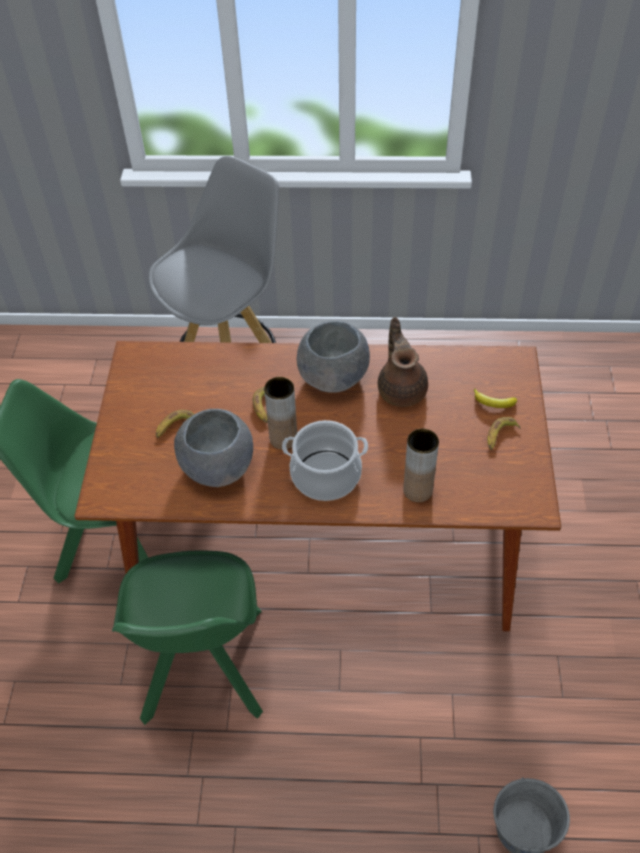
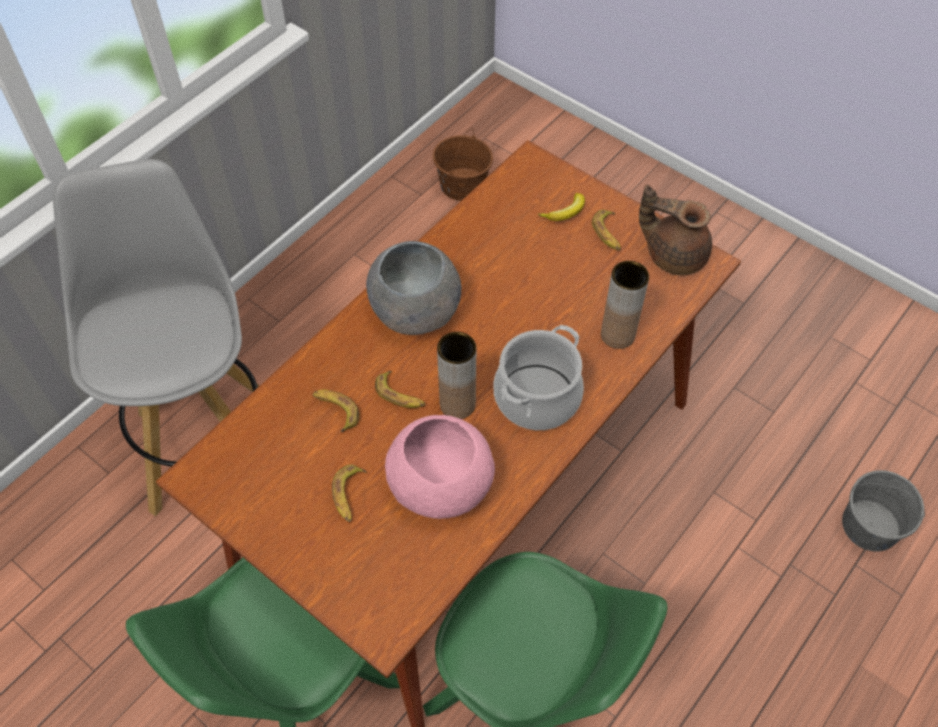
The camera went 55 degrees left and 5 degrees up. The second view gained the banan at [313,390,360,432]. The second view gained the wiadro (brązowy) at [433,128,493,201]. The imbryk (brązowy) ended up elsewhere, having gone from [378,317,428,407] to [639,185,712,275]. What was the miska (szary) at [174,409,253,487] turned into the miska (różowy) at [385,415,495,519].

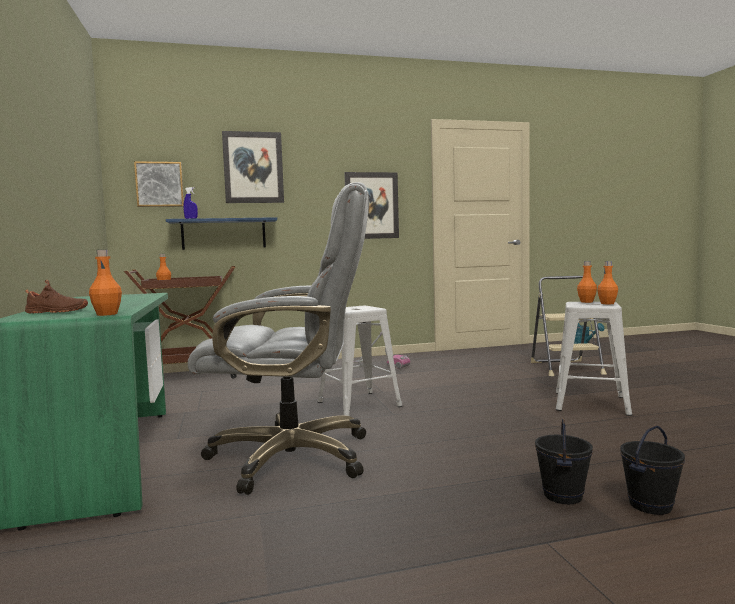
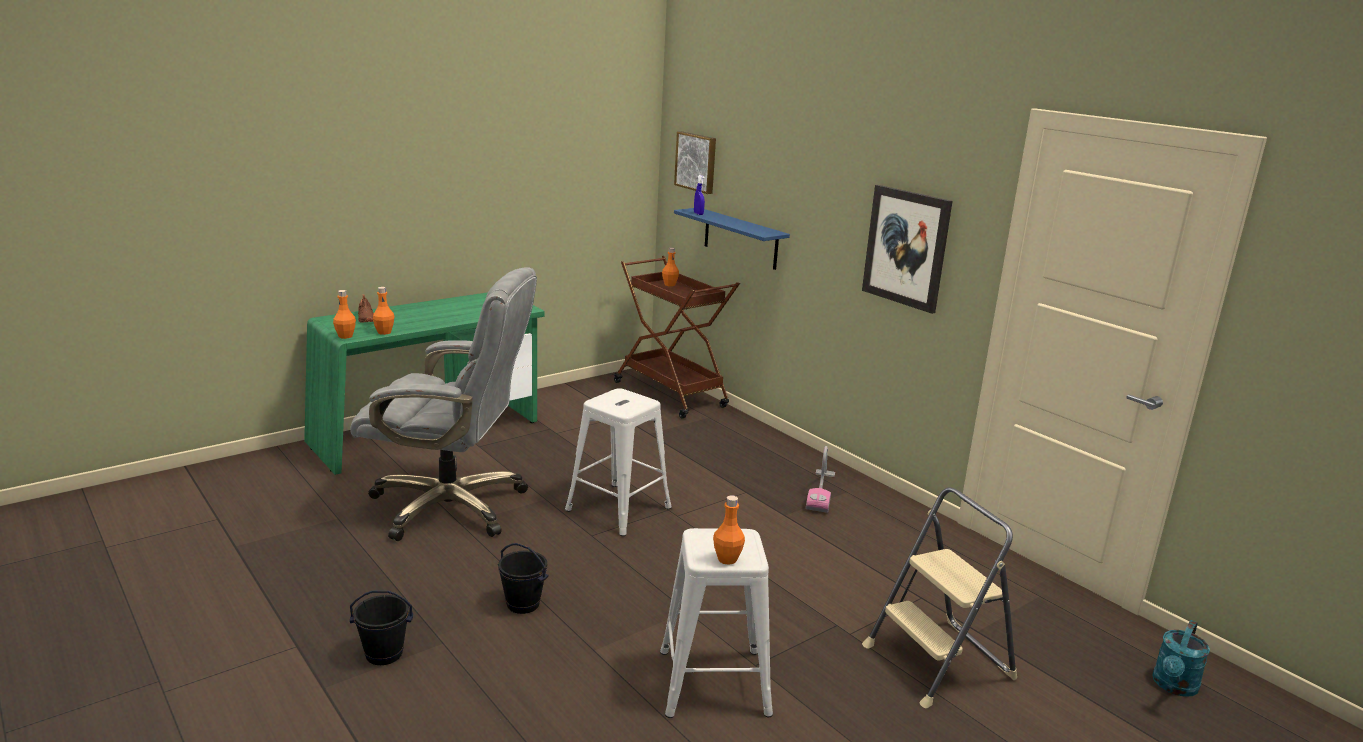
The camera went 65 degrees right and 15 degrees up. The second view lost the obraz at [222,131,284,203]. The butelka (pomarańczowy) ended up elsewhere, having gone from [577,261,597,303] to [373,287,394,335]. The wiadro (czarny) ended up elsewhere, having gone from [620,425,685,515] to [498,543,549,614]. The krzesło biurowe (szary) at [188,182,369,495] ended up facing another way, 60 degrees counterclockwise from before.

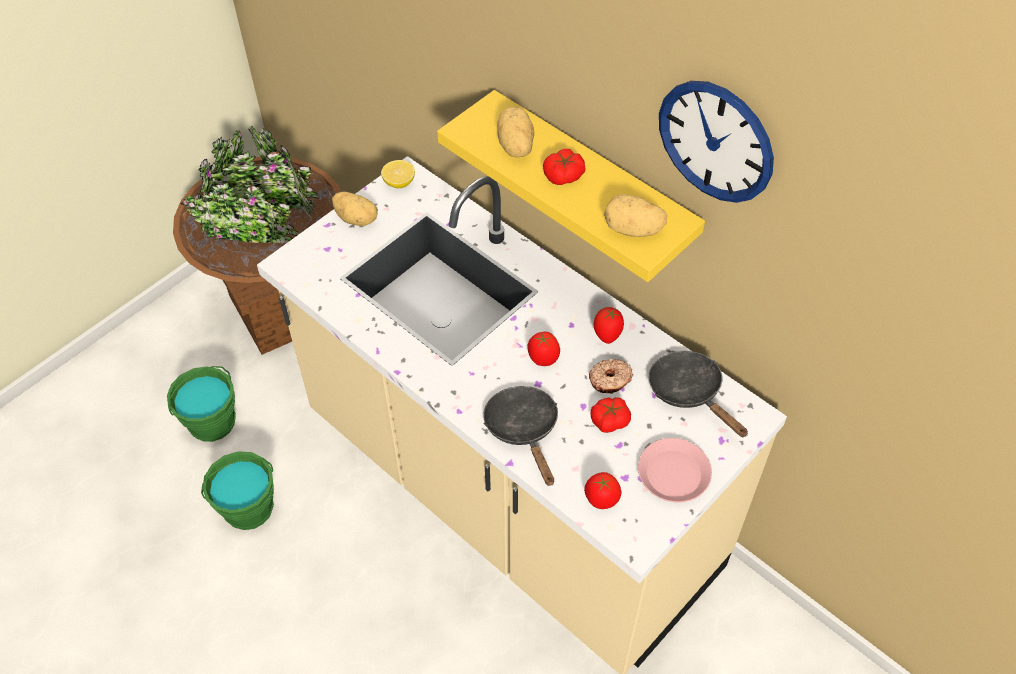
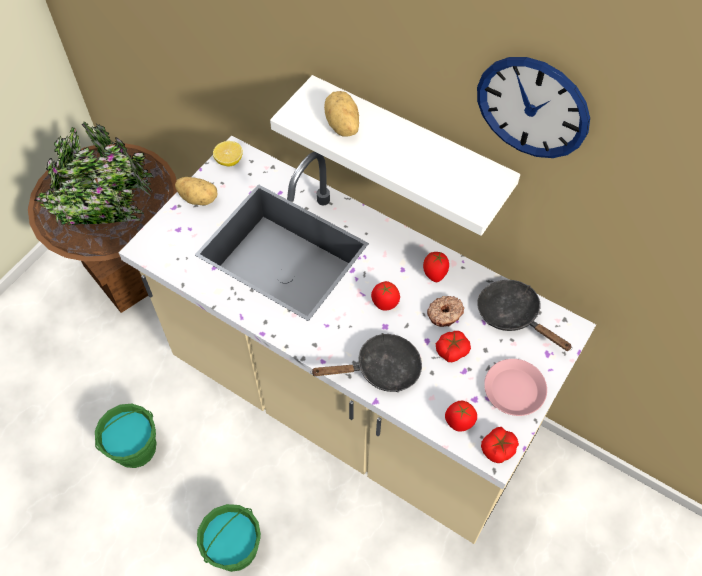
The camera went 10 degrees left and 5 degrees up. The second view lost the ziemniak at [604,194,667,237]. The wiadro (zielony) ended up elsewhere, having gone from [167,366,236,442] to [197,504,261,572]. The pomidor ended up elsewhere, having gone from [543,149,586,185] to [481,427,519,463]. What was the półka (żółty) at [437,90,705,282] turned into the półka (biały) at [270,75,520,236]. The patelnia (czarny) at [483,386,558,486] ended up facing another way, 105 degrees clockwise from before.

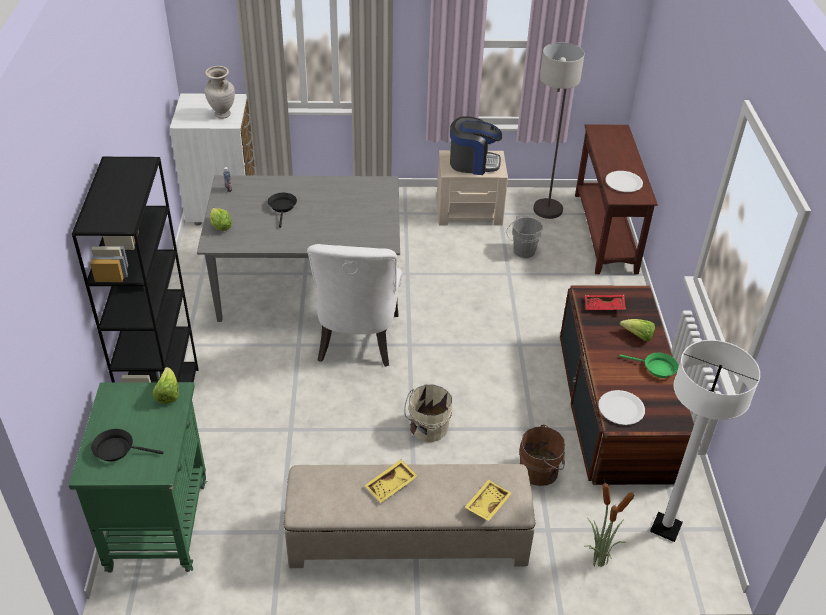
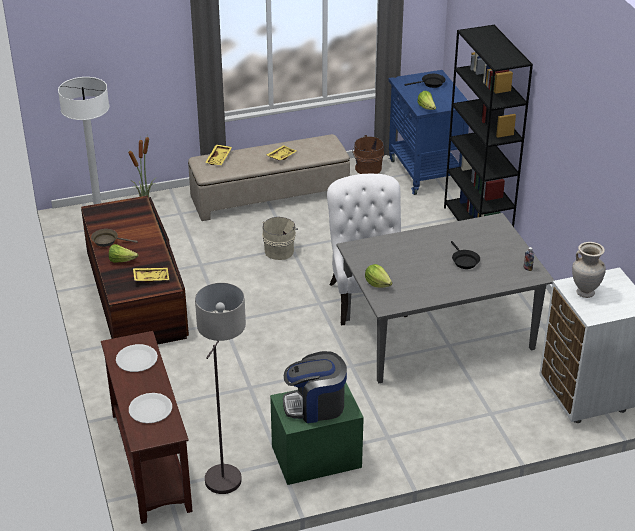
The camera went 165 degrees right and 5 degrees down. The second view lost the wiadro (szary) at [506,215,543,258]. The sałata ended up elsewhere, having gone from [210,208,232,231] to [365,264,392,288]. The wiadro (brązowy) ended up elsewhere, having gone from [519,424,565,486] to [352,135,384,174]. The talerz (biały) ended up elsewhere, having gone from [599,390,645,425] to [129,393,172,423]. What was the wózek (zielony) at [69,382,208,573] turned into the wózek (niebieski) at [388,70,469,195]. What was the szafka nocna (beżowy) at [437,150,508,226] turned into the szafka nocna (zielony) at [270,383,364,485]. What was the taca (czerwony) at [585,295,626,310] turned into the taca (żółty) at [133,268,169,283]. What was the patelnia (zielony) at [619,353,678,378] turned into the patelnia (brązowy) at [91,229,138,247].

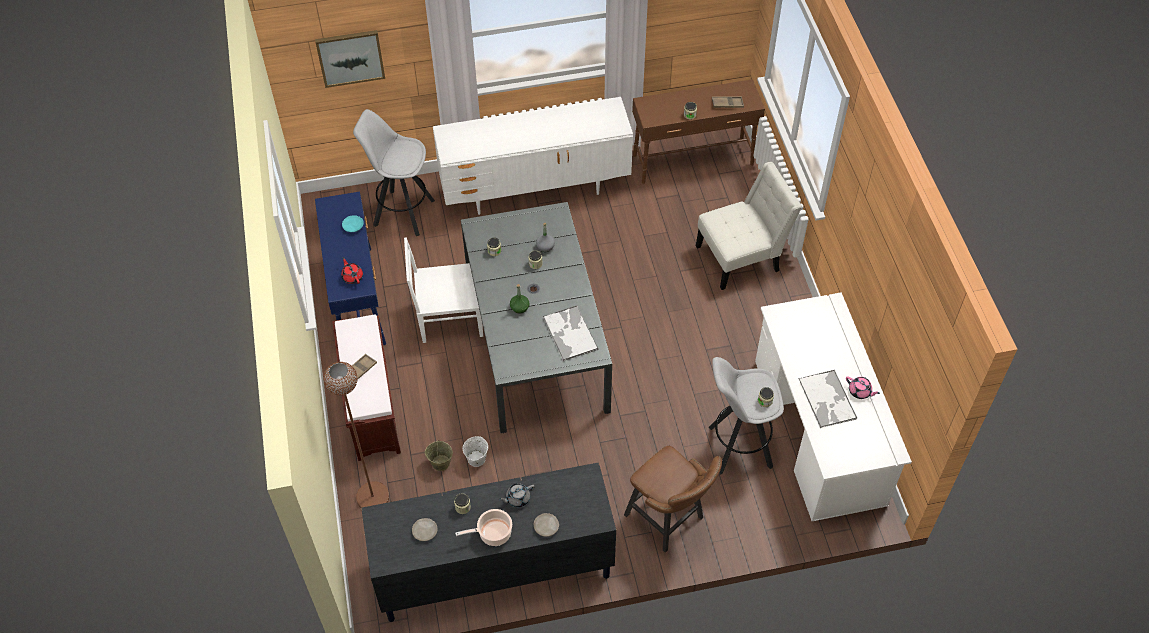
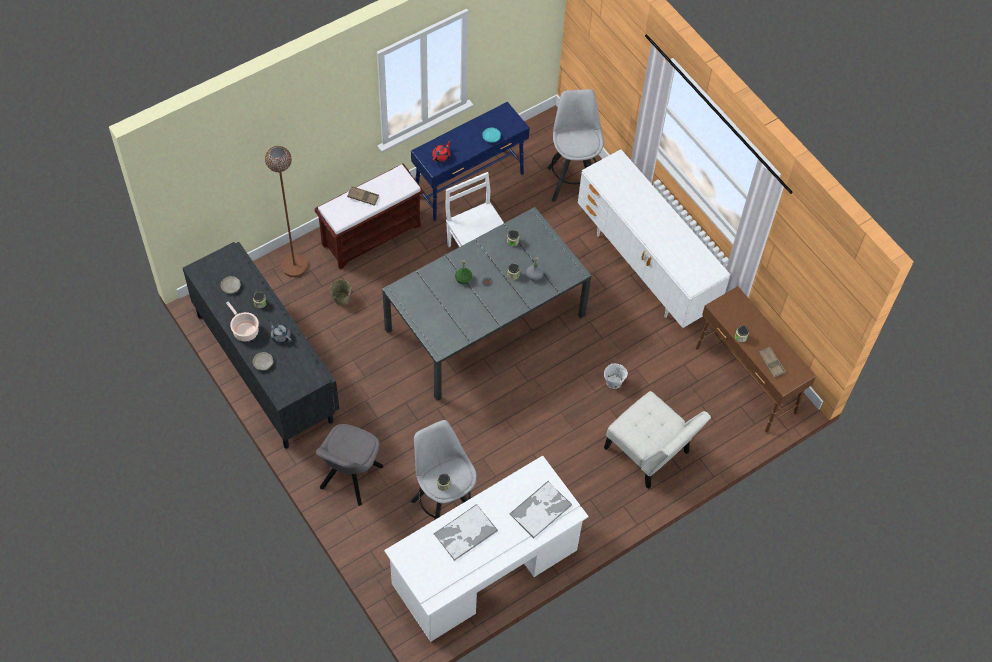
The camera went 65 degrees right and 5 degrees up. The second view lost the obraz at [315,30,385,88]. The second view lost the imbryk (różowy) at [846,376,880,399]. The wiadro (biały) ended up elsewhere, having gone from [462,436,488,467] to [604,363,628,389]. The taca ended up elsewhere, having gone from [543,306,599,361] to [509,481,572,539]. Where the stołek (brązowy) stood at [624,446,722,553], the krzesło (szary) came to stand at [316,424,383,506].

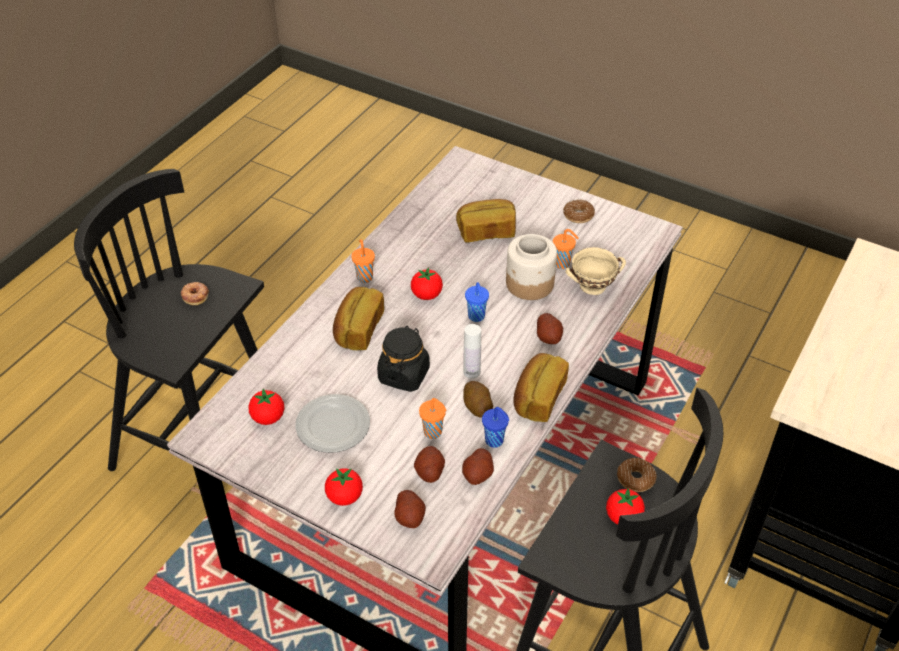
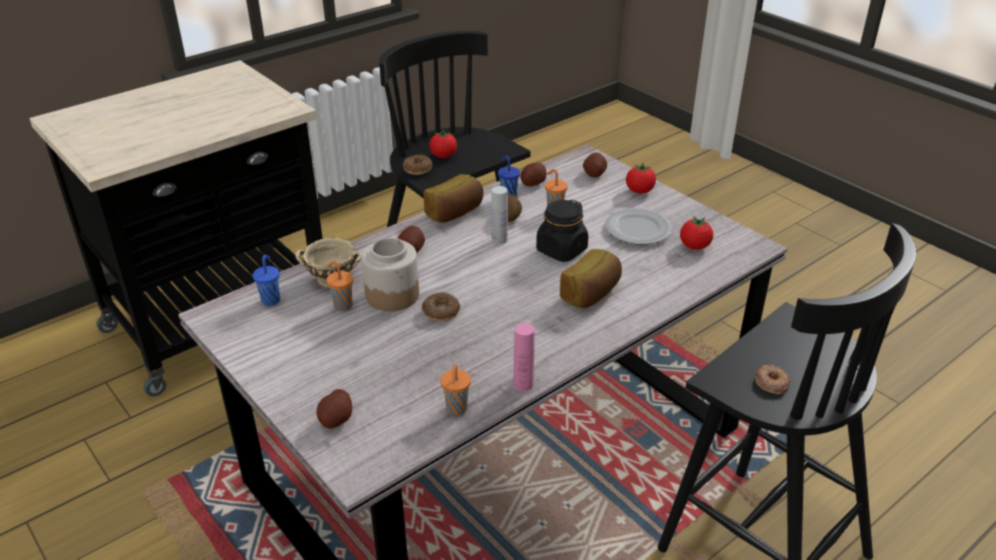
The camera went 160 degrees left and 10 degrees down. The second view lost the pomidor at [411,267,443,300]. The second view lost the chleb at [456,199,516,243]. The second view gained the butelka (różowy) at [514,323,535,391]. The filiżanka (pomarańczowy) ended up elsewhere, having gone from [352,239,375,283] to [441,364,471,416]. The ziemniak ended up elsewhere, having gone from [414,446,445,483] to [316,389,352,428]. The filiżanka (niebieski) ended up elsewhere, having gone from [465,282,489,322] to [253,255,280,306]. The donut ended up elsewhere, having gone from [563,199,595,223] to [422,292,460,322].

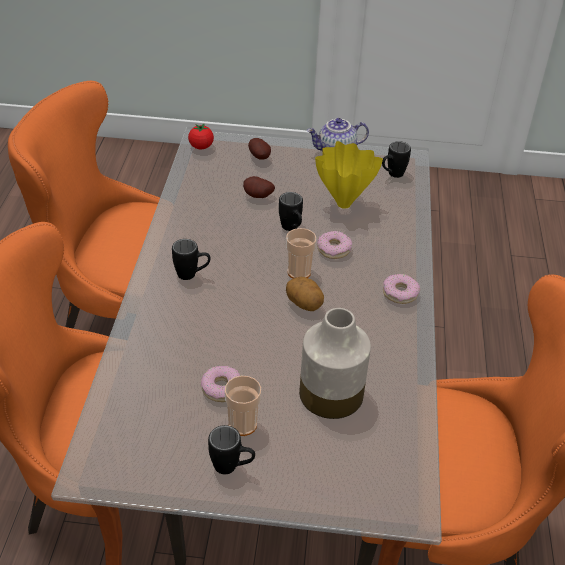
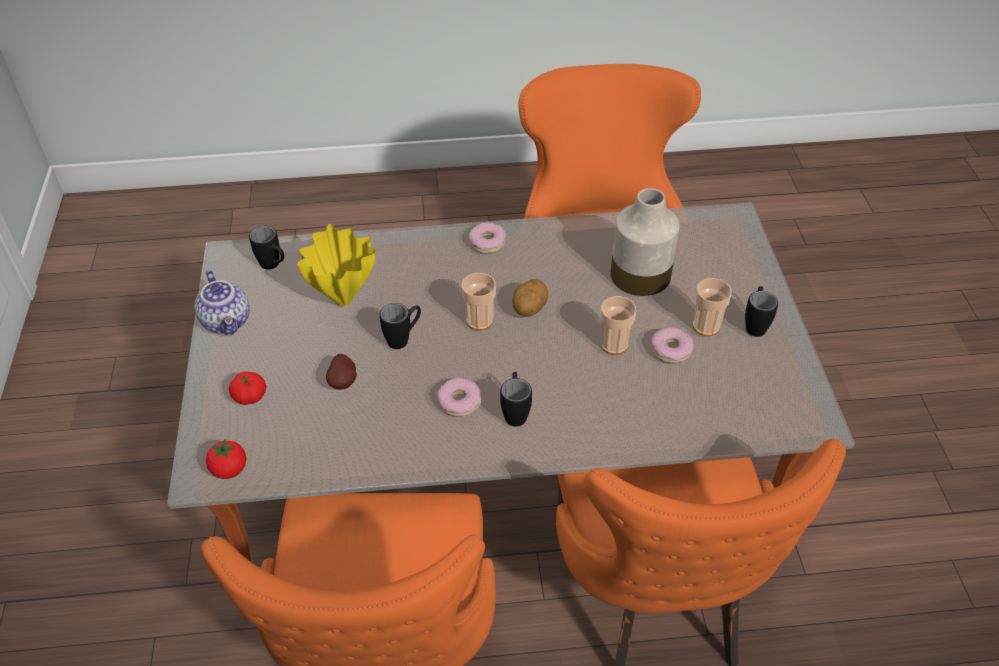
The camera went 100 degrees left and 5 degrees up. The second view gained the filiżanka at [601,296,636,355]. The donut ended up elsewhere, having gone from [317,231,352,259] to [437,377,482,417]. Where the ziemniak stood at [248,138,271,160], the pomidor came to stand at [229,371,266,405].

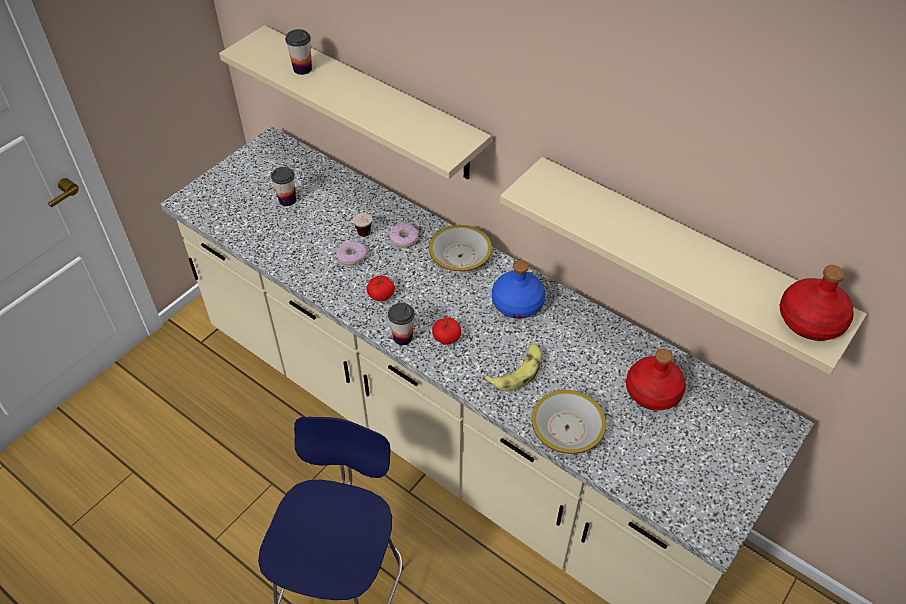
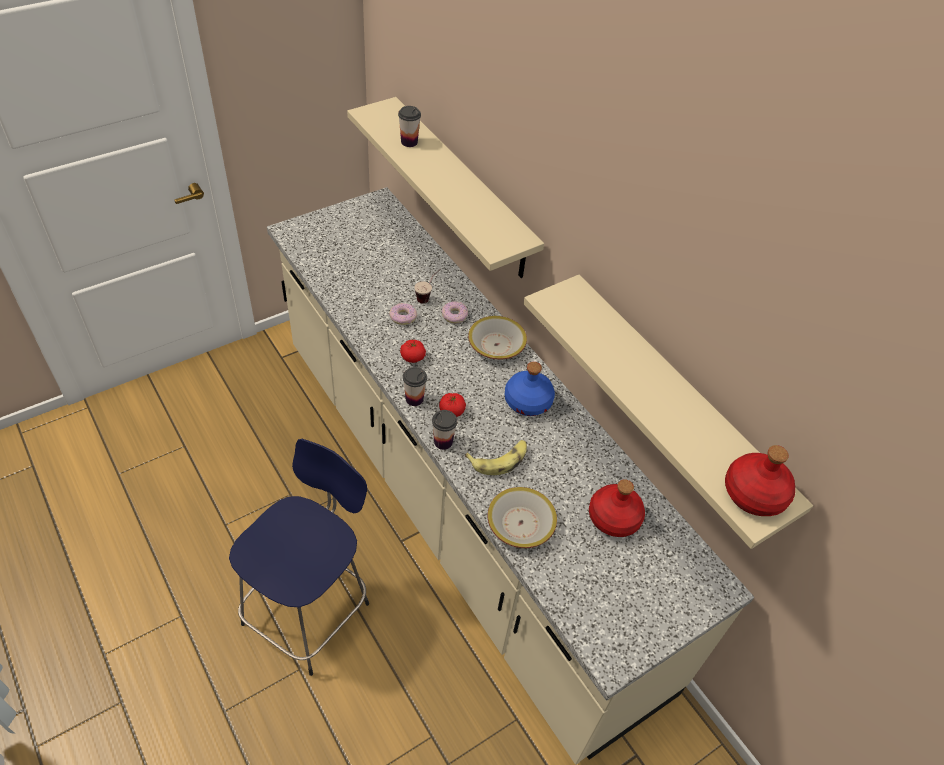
The camera went 15 degrees right and 0 degrees up. The filiżanka ended up elsewhere, having gone from [271,167,296,206] to [432,410,457,450].

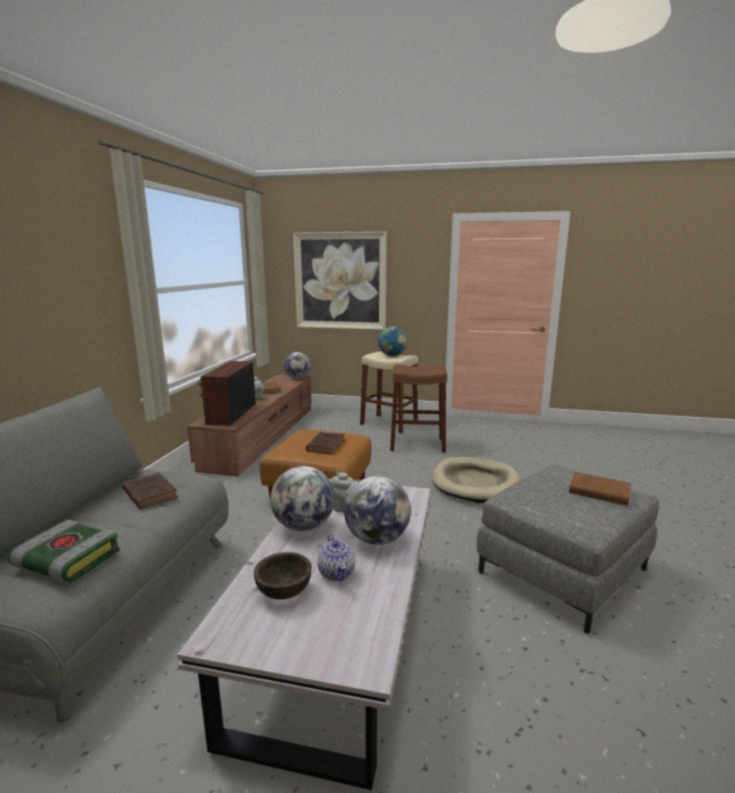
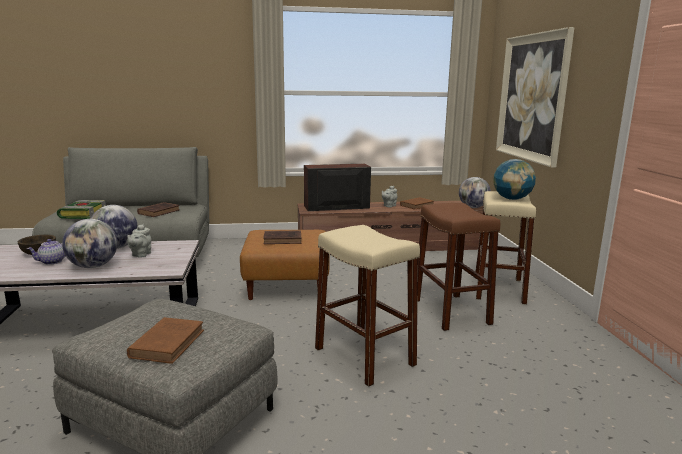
The camera went 70 degrees right and 0 degrees up. Where the legowisko (beżowy) stood at [432,457,521,503], the stołek (beżowy) came to stand at [315,225,420,387].

